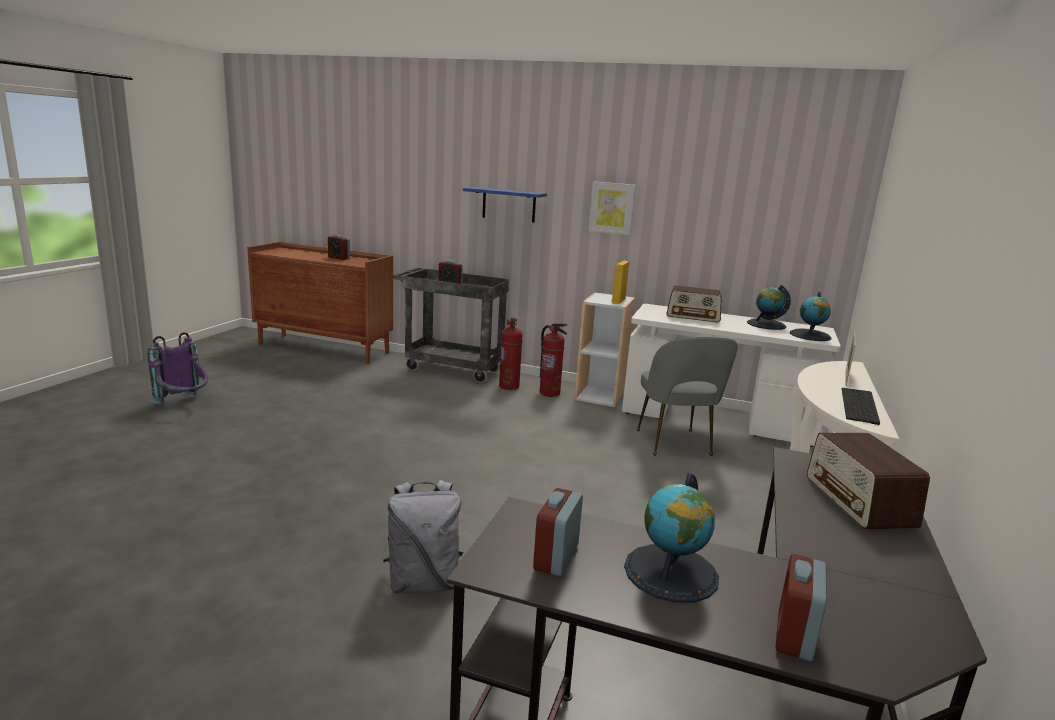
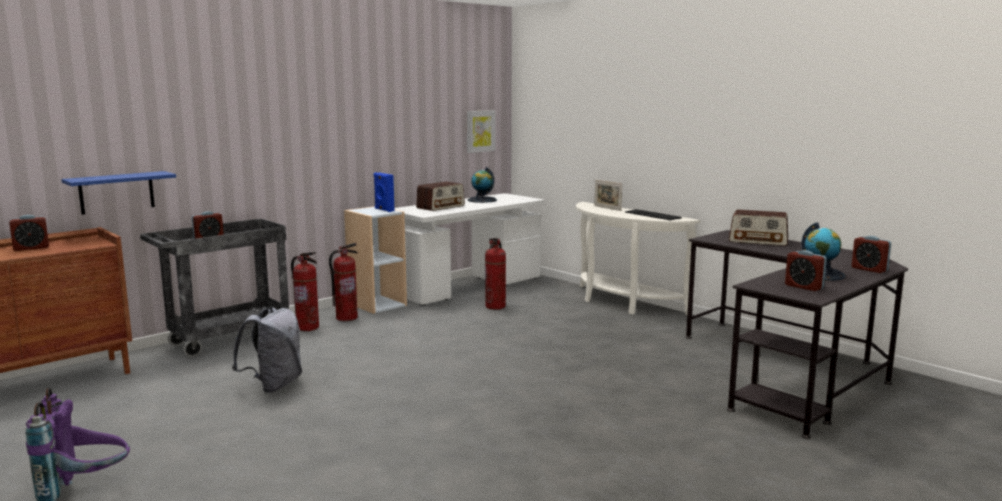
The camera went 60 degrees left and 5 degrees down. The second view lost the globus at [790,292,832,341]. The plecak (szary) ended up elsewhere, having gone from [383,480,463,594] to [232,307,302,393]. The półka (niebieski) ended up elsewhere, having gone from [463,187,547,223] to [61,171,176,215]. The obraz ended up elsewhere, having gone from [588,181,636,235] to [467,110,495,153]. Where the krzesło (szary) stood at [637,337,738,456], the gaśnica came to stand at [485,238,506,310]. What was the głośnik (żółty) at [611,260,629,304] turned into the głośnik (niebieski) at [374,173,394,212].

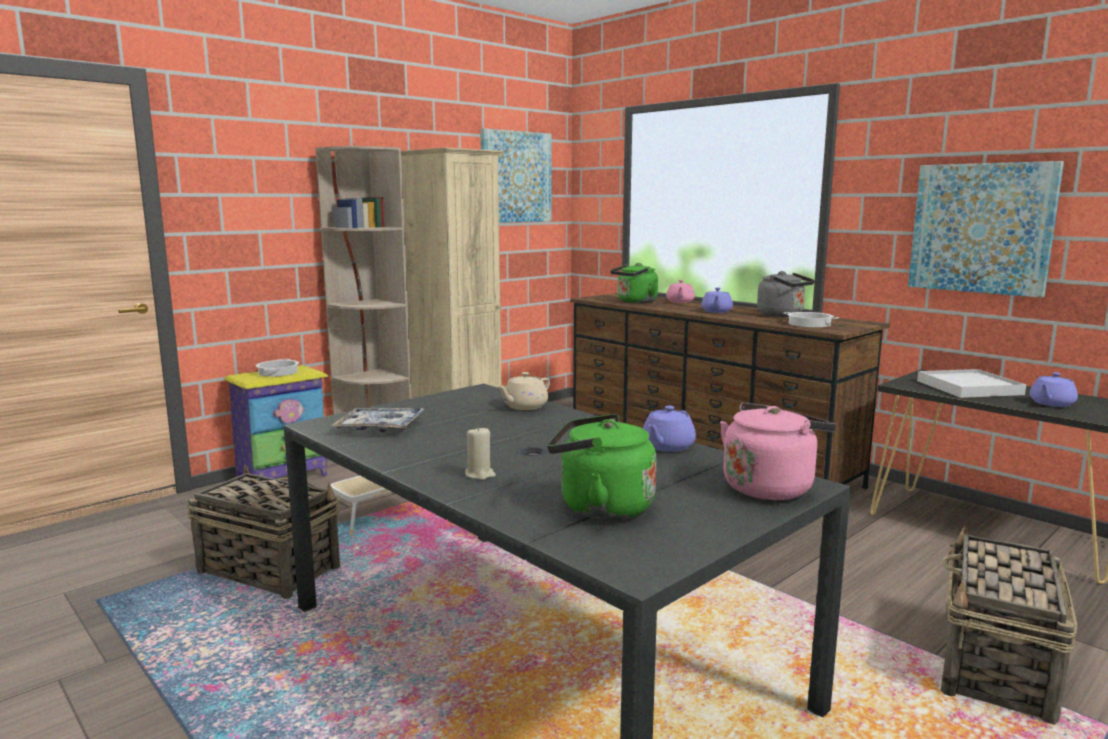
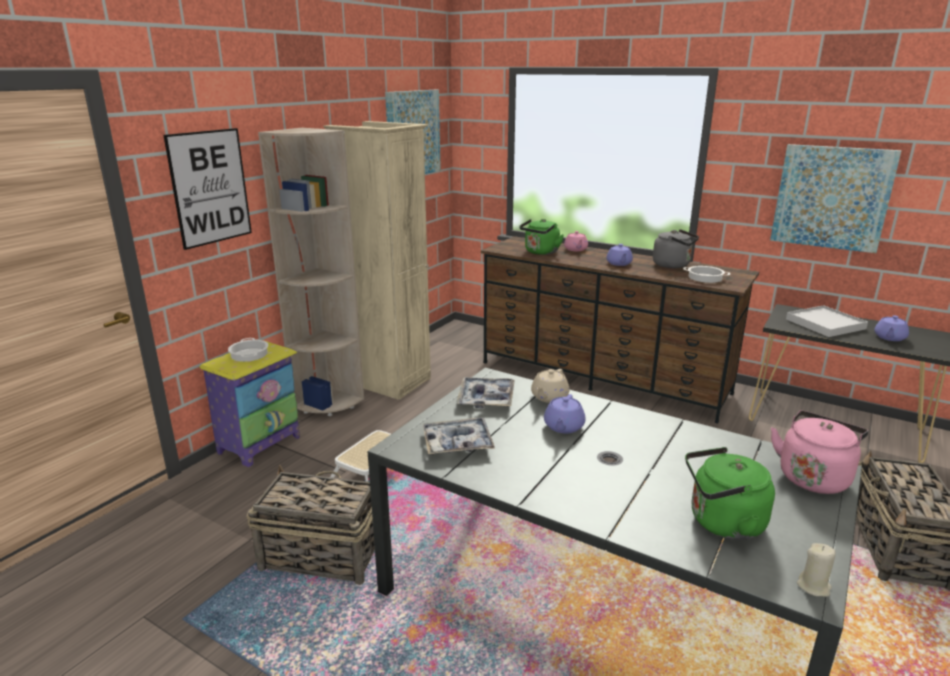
The camera went 15 degrees left and 10 degrees up. The second view gained the obraz at [163,128,252,250]. The second view gained the taca at [456,377,515,408]. The świeca (beżowy) ended up elsewhere, having gone from [465,426,496,480] to [797,543,836,597]. The imbryk (fioletowy) ended up elsewhere, having gone from [643,406,696,452] to [544,394,586,433].

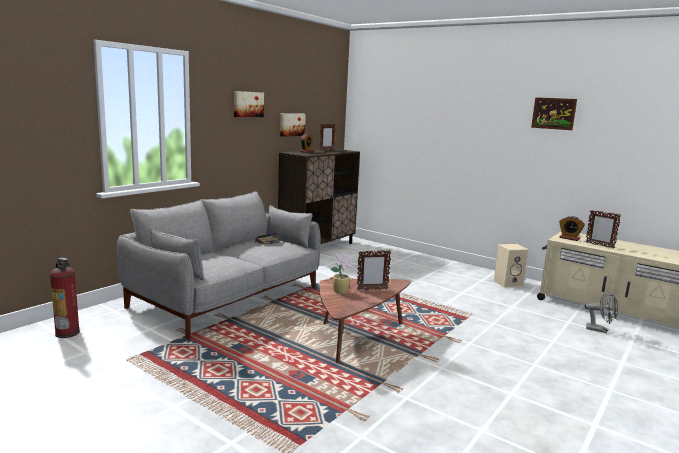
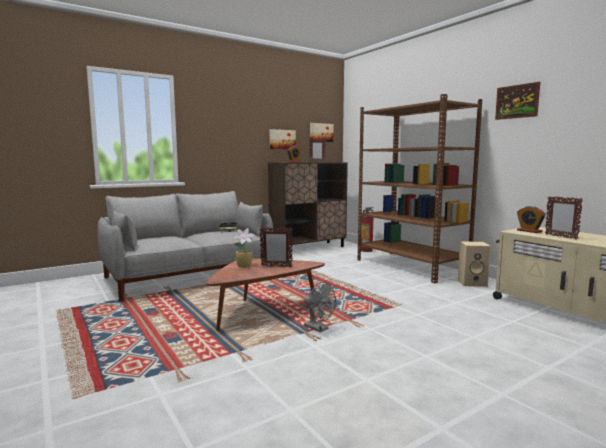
The camera went 20 degrees right and 5 degrees down. The second view gained the regał (brązowy) at [358,94,482,283]. The gaśnica ended up elsewhere, having gone from [50,257,80,338] to [361,207,374,252]. The obraz ended up elsewhere, having gone from [234,91,264,117] to [310,123,334,142]. The wentylator (szary) ended up elsewhere, having gone from [585,291,618,333] to [304,282,336,332].

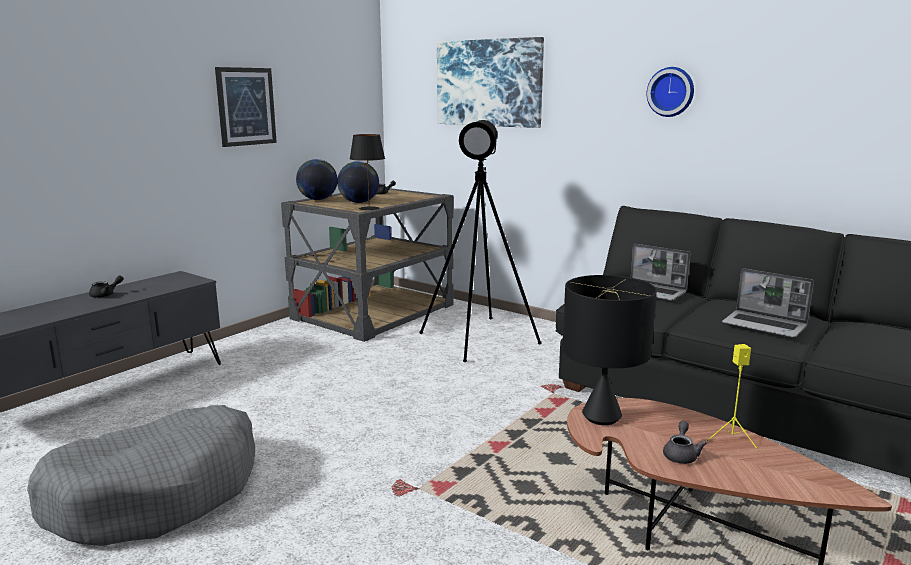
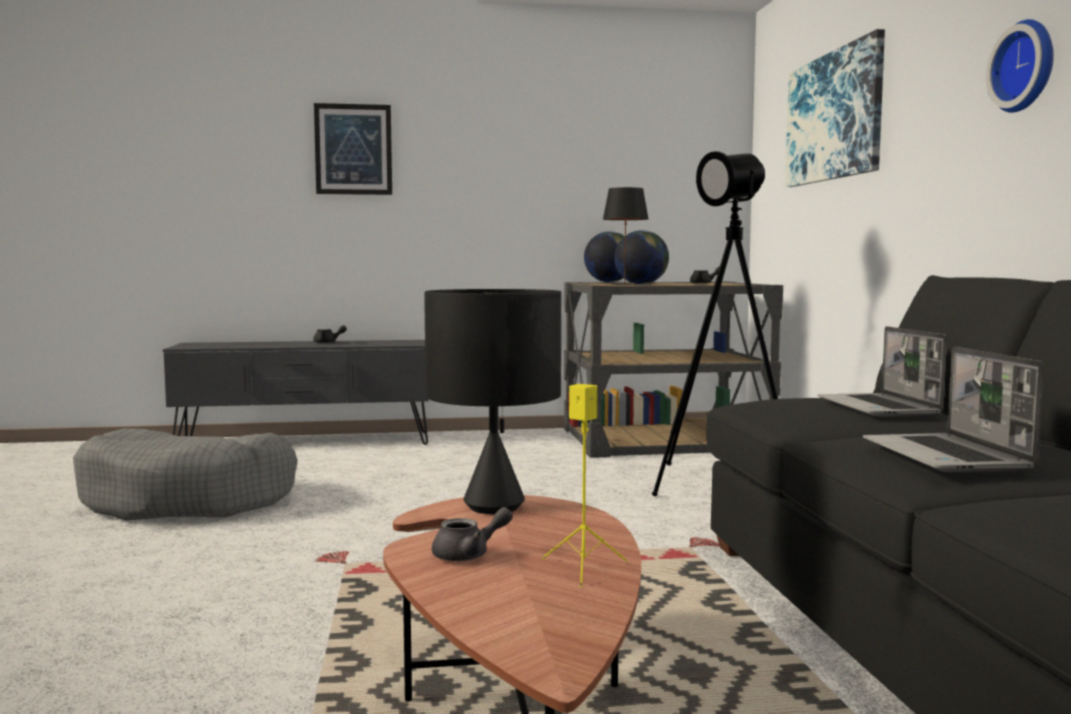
The camera went 45 degrees right and 10 degrees down. The obraz ended up elsewhere, having gone from [215,67,277,147] to [314,103,392,195].

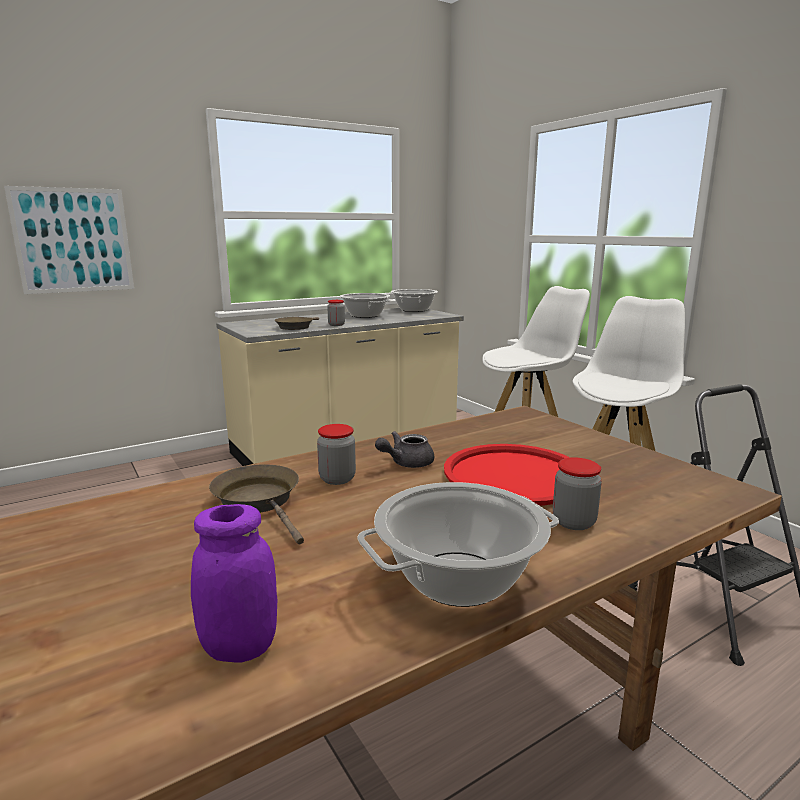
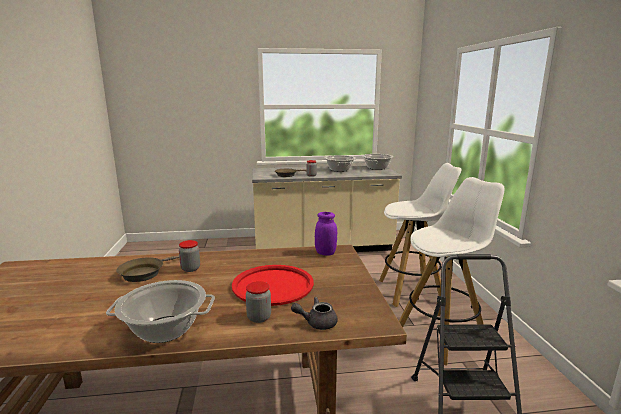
The camera went 25 degrees right and 0 degrees up. The second view lost the obraz at [4,186,134,294]. The słoik (fioletowy) ended up elsewhere, having gone from [191,504,277,663] to [315,212,337,256]. The imbryk (szary) ended up elsewhere, having gone from [375,431,434,468] to [291,297,338,330]. The patelnia (brązowy) at [209,464,304,545] ended up facing another way, 135 degrees counterclockwise from before.

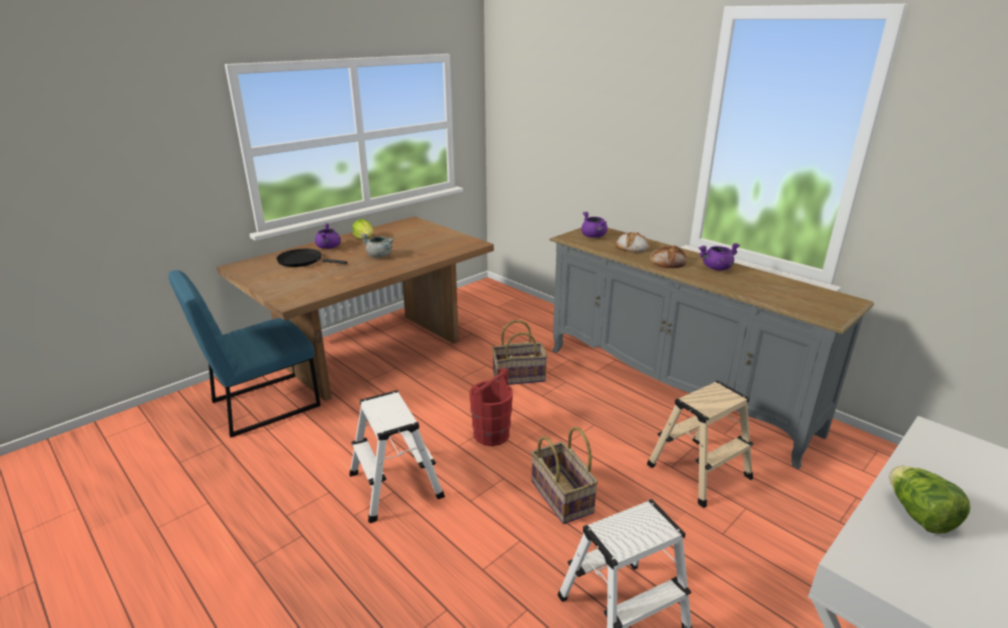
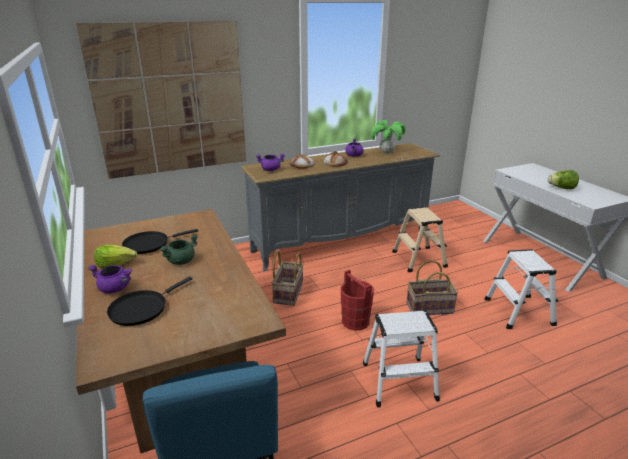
The camera went 70 degrees left and 0 degrees up. The second view gained the obraz at [76,21,246,179]. The second view gained the patelnia (czarny) at [122,229,198,254]. The second view gained the roślina doniczkowa at [371,120,406,154]. What was the garnek (szary) at [361,233,394,258] turned into the garnek (zielony) at [160,234,198,265].

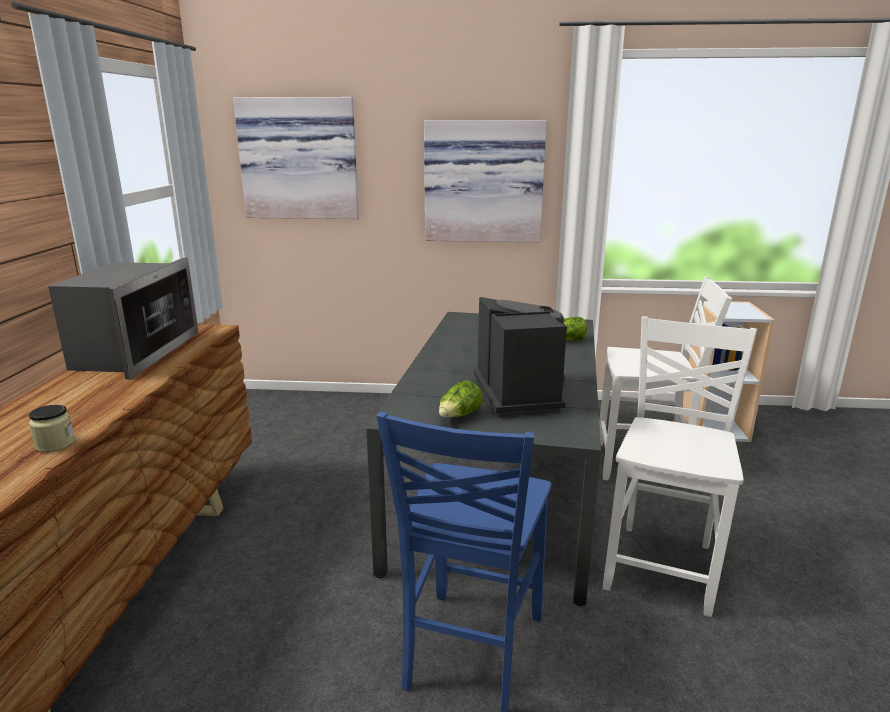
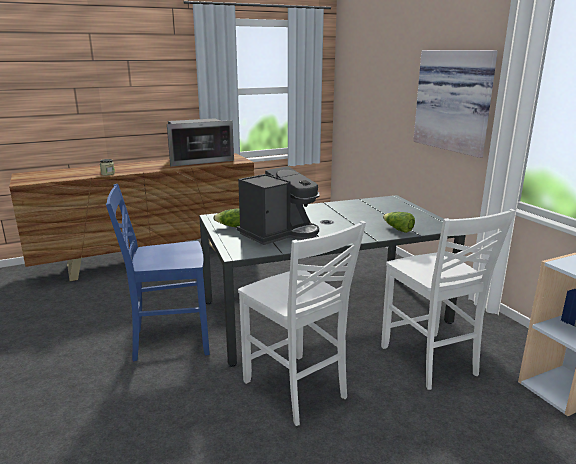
The camera went 60 degrees right and 0 degrees up. The second view lost the obraz at [233,97,359,219]. The krzesło (biały) at [603,317,757,617] ended up facing another way, 60 degrees clockwise from before.

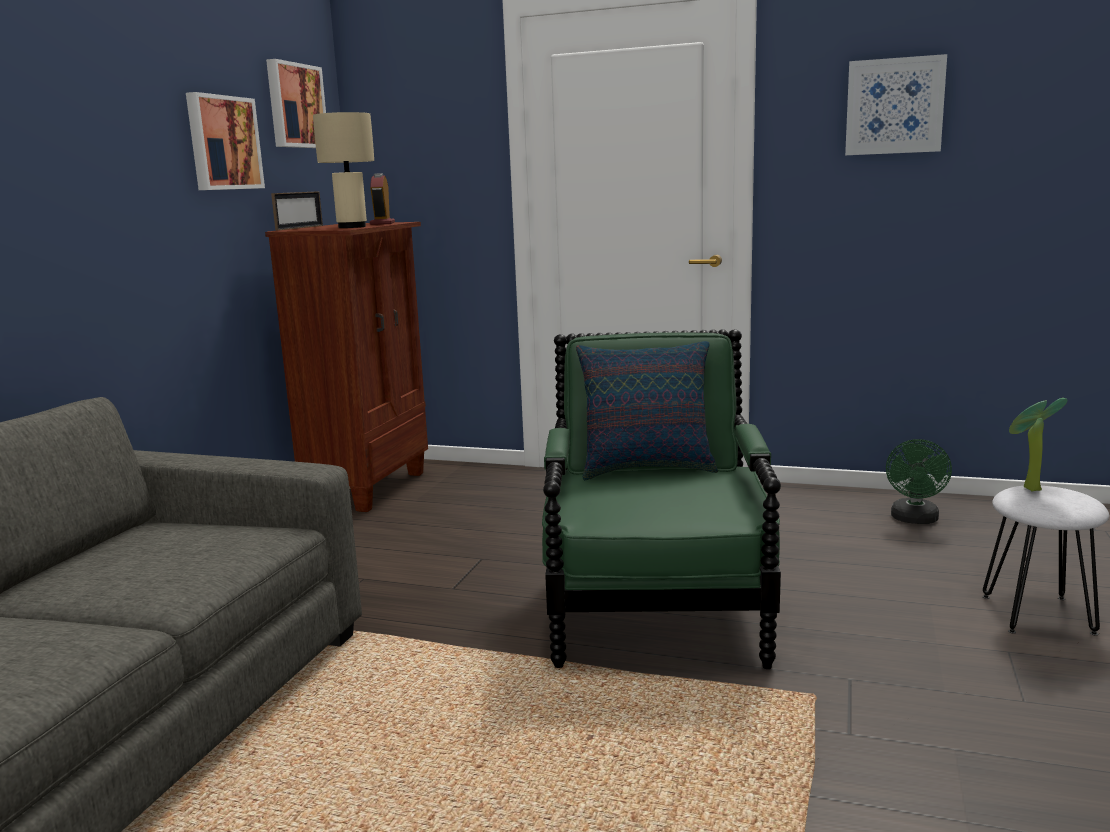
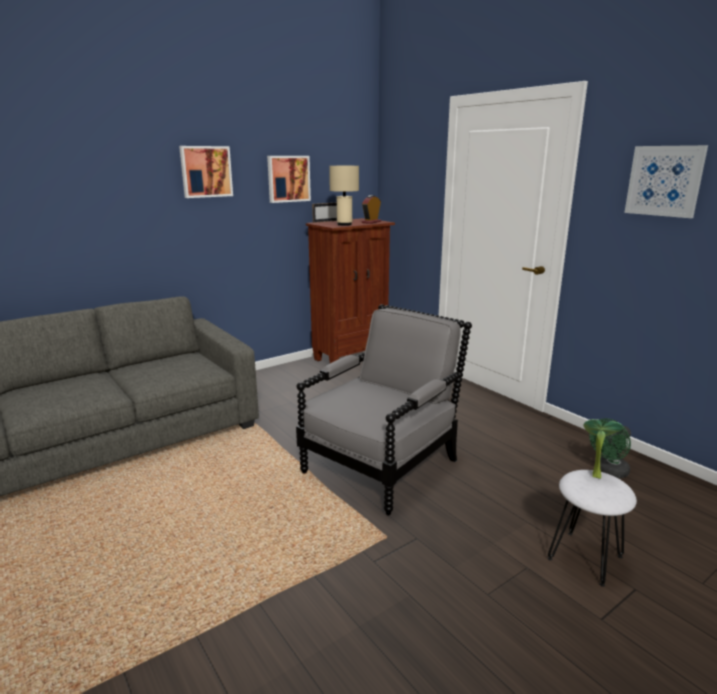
The camera went 35 degrees right and 5 degrees up. The second view lost the poduszka (niebieski) at [576,341,718,480]. The obraz ended up elsewhere, having gone from [266,59,326,148] to [179,146,233,198]. What was the fotel (zielony) at [542,329,781,669] turned into the fotel (szary) at [296,304,472,515].

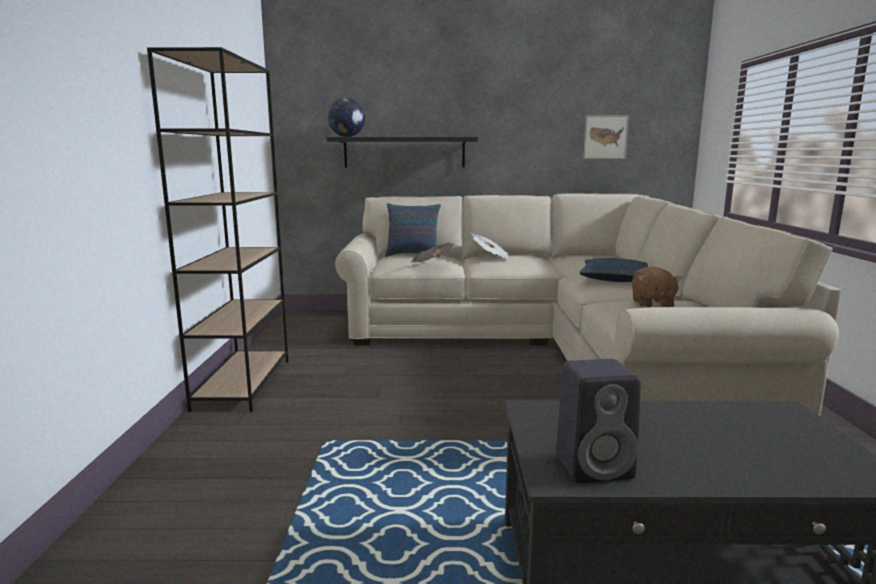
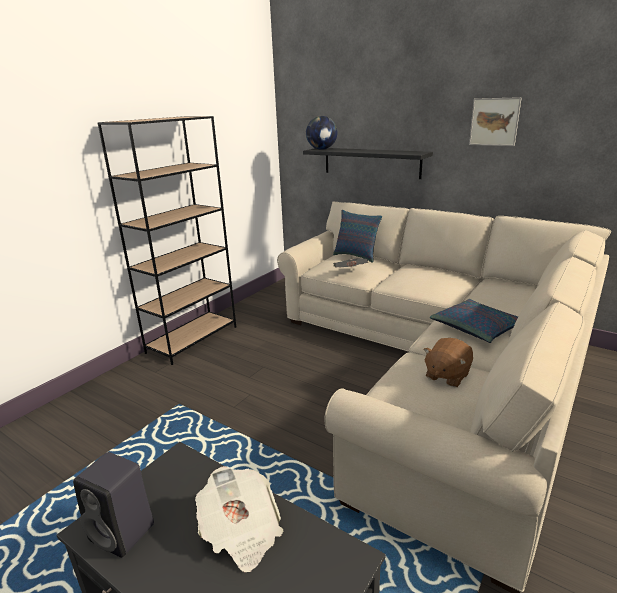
The camera went 35 degrees right and 10 degrees up. The gazeta ended up elsewhere, having gone from [471,233,510,260] to [195,466,284,572]. The obraz ended up elsewhere, having gone from [583,115,629,159] to [469,97,522,146].

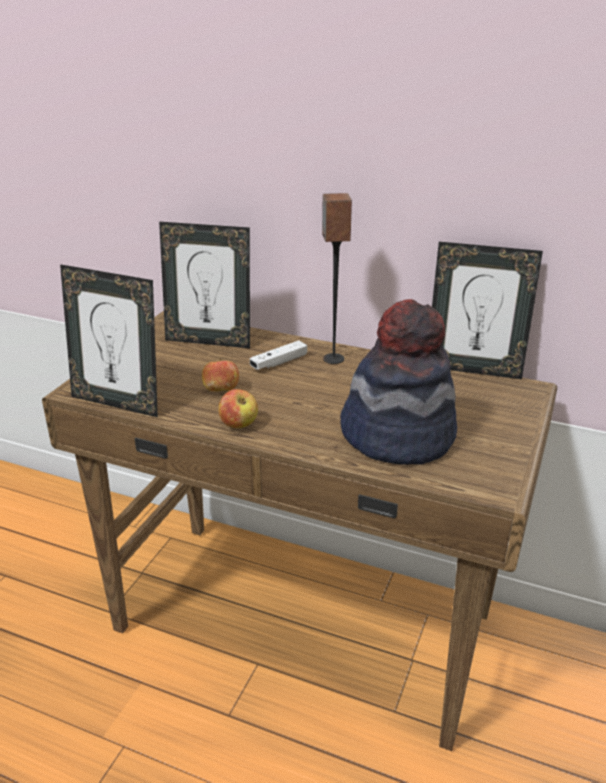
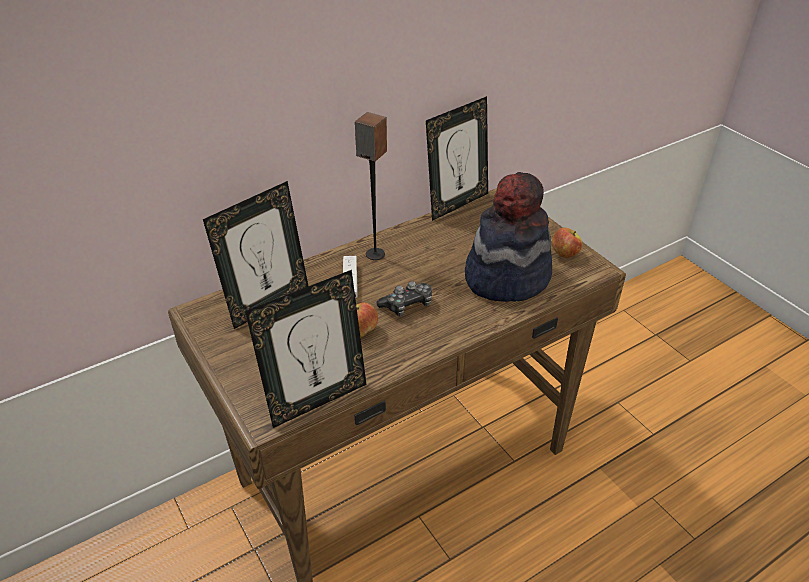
The camera went 55 degrees left and 10 degrees up. The second view gained the pad do gier at [377,281,432,316]. The jabłko ended up elsewhere, having gone from [218,389,258,428] to [551,228,582,258].

